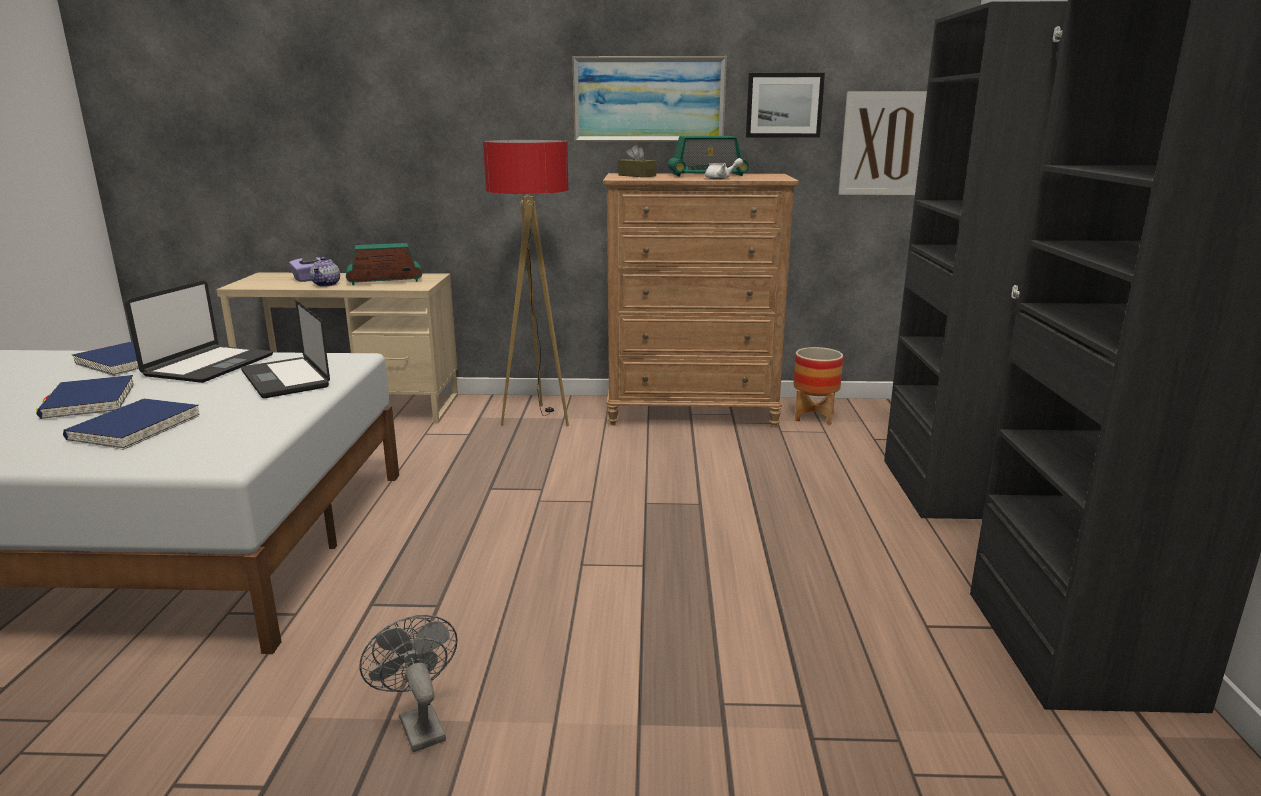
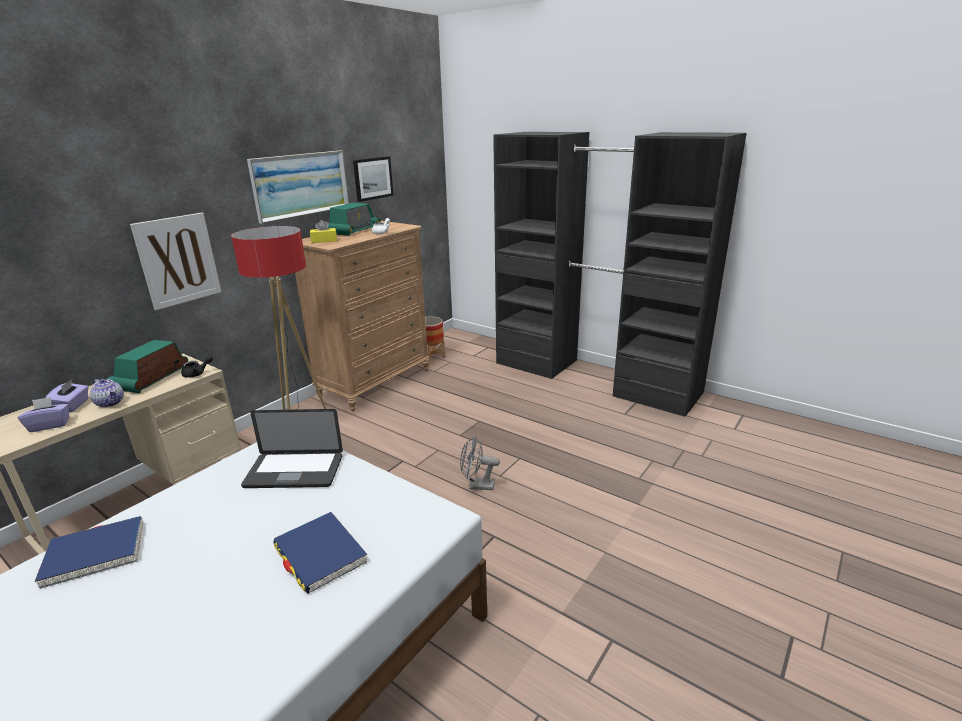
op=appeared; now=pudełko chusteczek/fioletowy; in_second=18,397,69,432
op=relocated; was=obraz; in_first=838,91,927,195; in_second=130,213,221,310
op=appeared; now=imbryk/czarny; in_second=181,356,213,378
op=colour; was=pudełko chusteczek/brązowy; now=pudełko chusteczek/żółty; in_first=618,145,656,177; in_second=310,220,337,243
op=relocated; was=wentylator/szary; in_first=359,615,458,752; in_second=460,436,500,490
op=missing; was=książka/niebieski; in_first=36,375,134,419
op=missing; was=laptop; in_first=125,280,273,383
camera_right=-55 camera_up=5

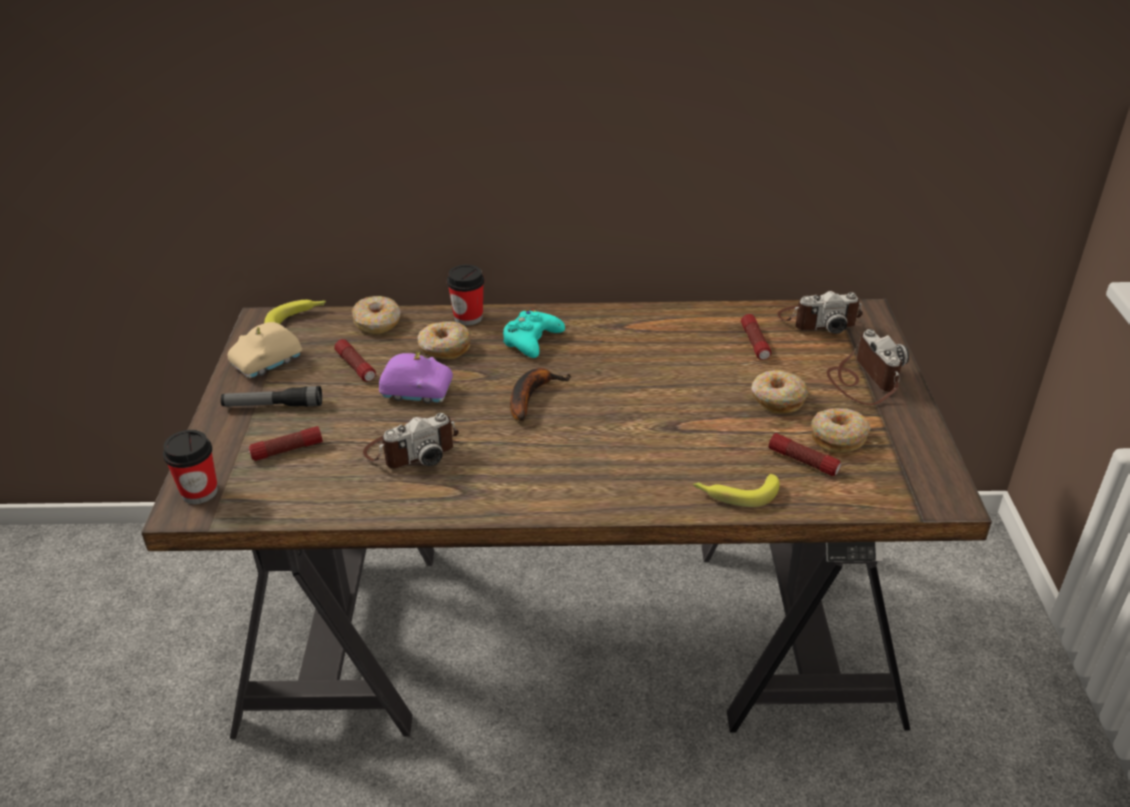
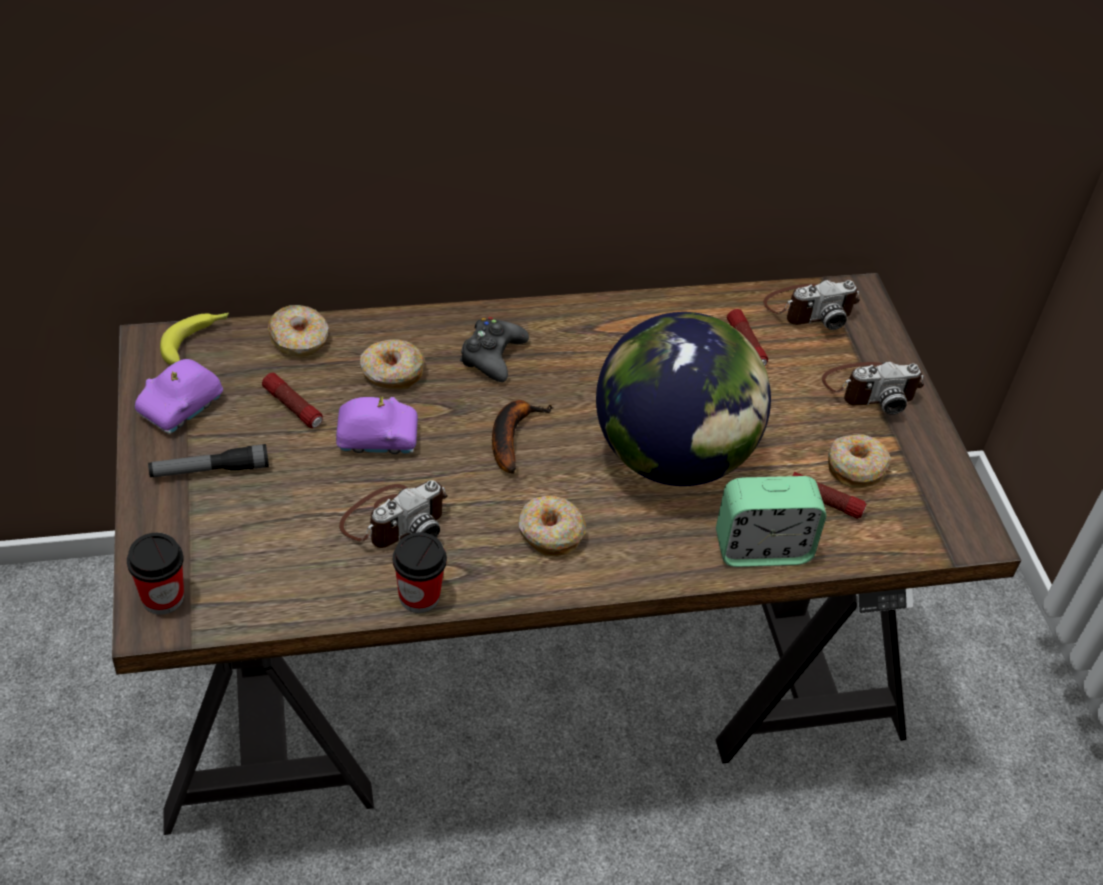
op=colour; was=samochodzik/beżowy; now=samochodzik/fioletowy; in_first=228,322,302,378; in_second=135,359,223,434
op=relocated; was=filiżanka; in_first=447,265,484,326; in_second=393,532,447,613
op=colour; was=pad do gier/turkusowy; now=pad do gier/czarny; in_first=503,309,565,358; in_second=460,317,529,382
op=relocated; was=donut; in_first=751,370,808,414; in_second=518,496,586,556
op=appeared; now=globus; in_second=596,312,771,486
op=exchanged; was=banan; now=budzik; in_first=693,474,780,507; in_second=716,476,827,567
op=spun; was=aparat fotograficzny; in_first=827,329,909,405; in_second=822,362,924,415; clockwise=105
op=missing; was=latarka; in_first=249,426,323,461
camera_right=-15 camera_up=10

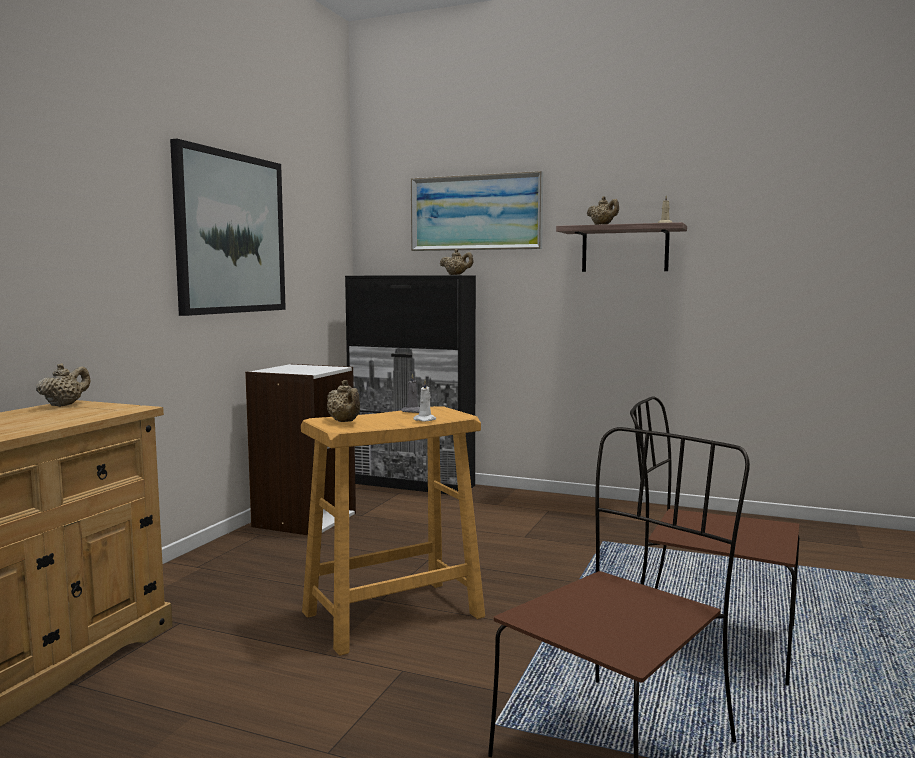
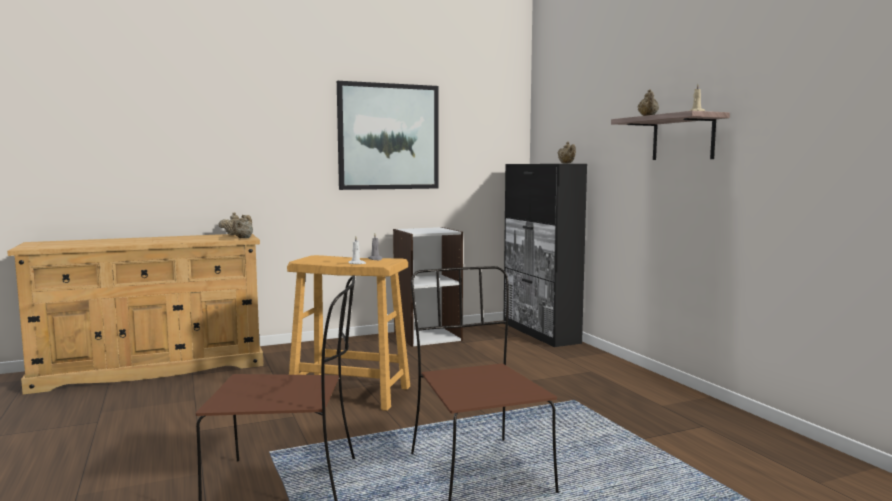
op=relocated; was=imbryk/beżowy; in_first=327,380,360,422; in_second=232,215,253,238
op=missing; was=obraz; in_first=411,171,543,251
camera_right=45 camera_up=0

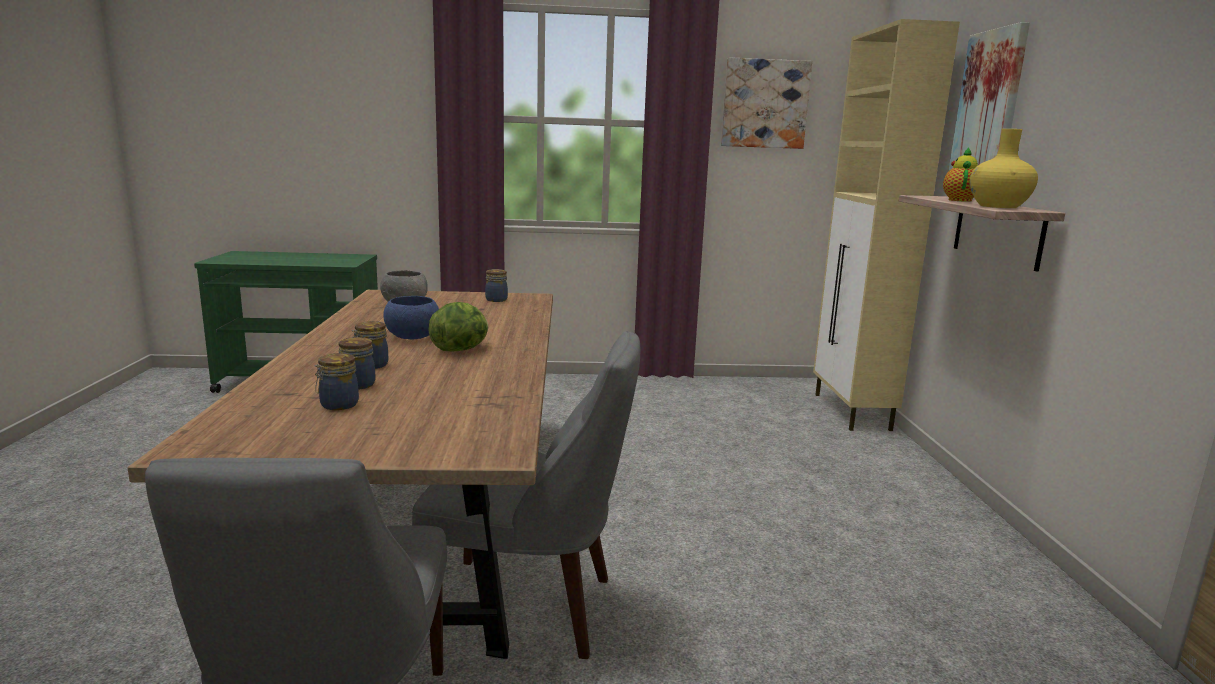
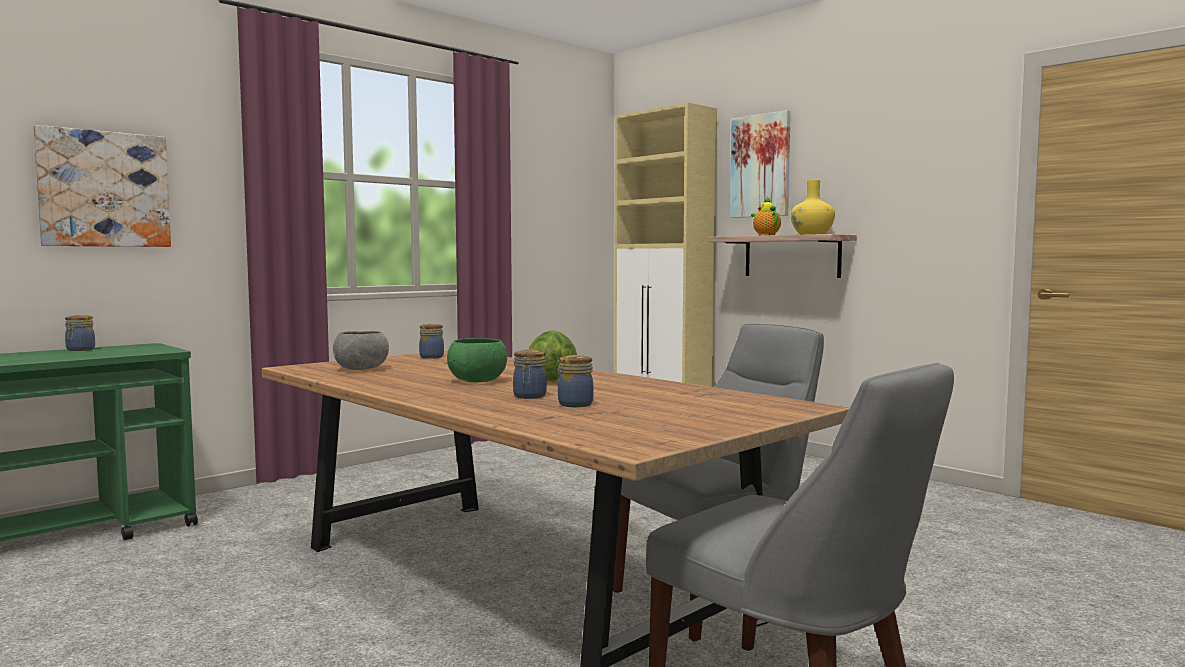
op=relocated; was=obraz; in_first=721,57,812,149; in_second=33,125,171,247
op=relocated; was=słoik; in_first=315,353,359,410; in_second=65,315,95,351
op=colour; was=miska/niebieski; now=miska/zielony; in_first=383,296,439,339; in_second=447,338,507,383
camera_right=-40 camera_up=-10

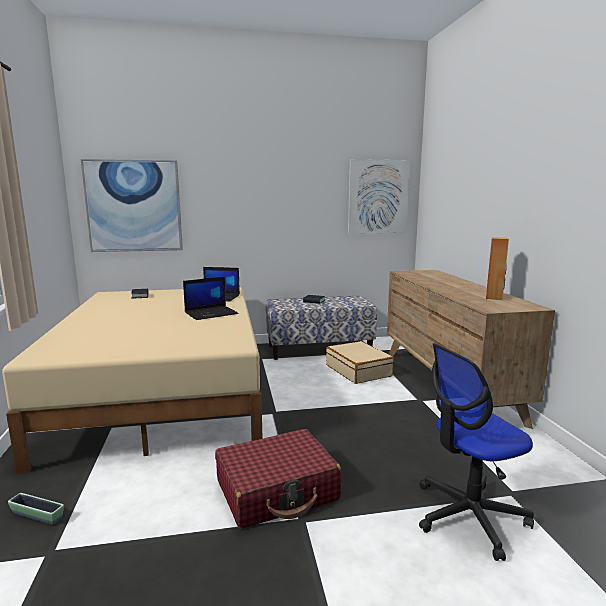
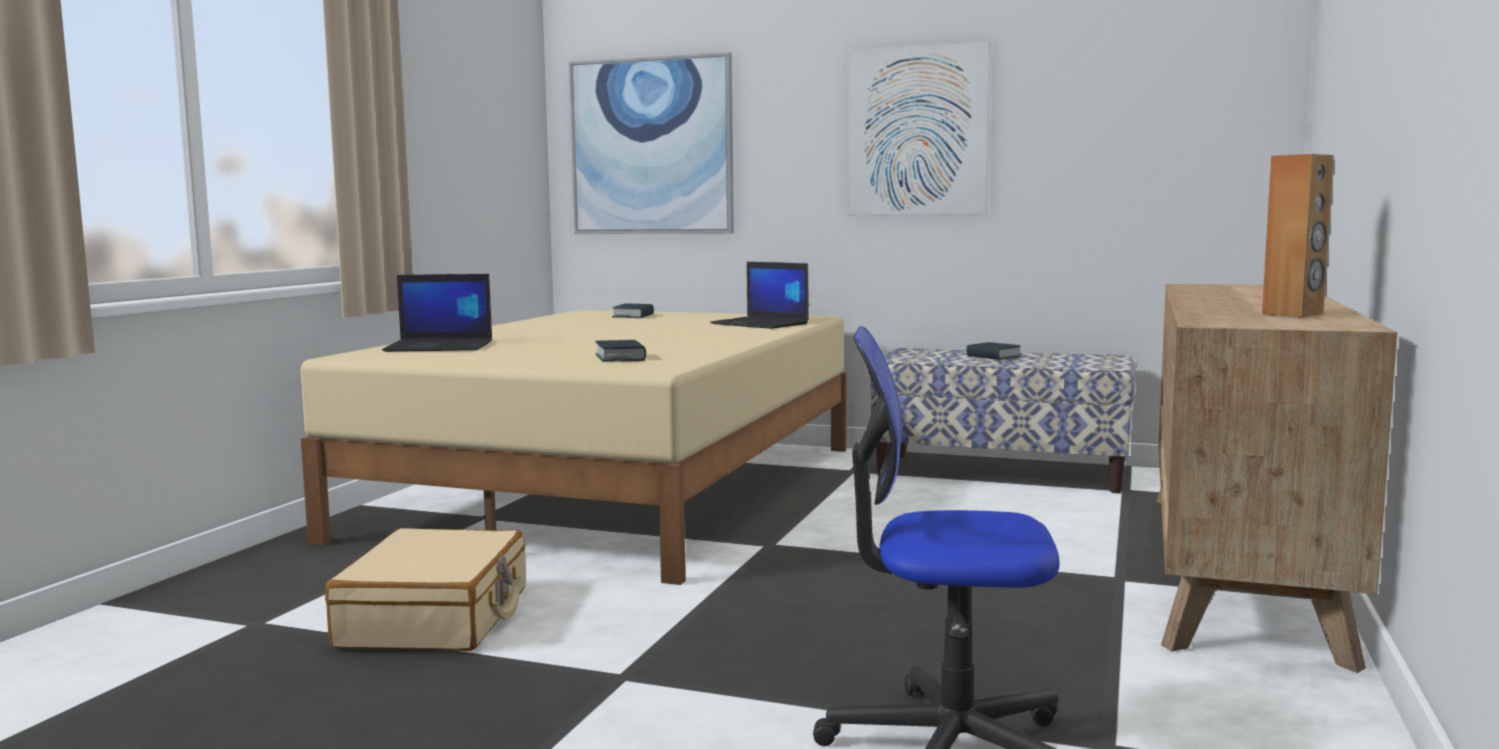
op=relocated; was=walizka/beżowy; in_first=326,341,394,384; in_second=325,528,526,651
op=relocated; was=laptop; in_first=183,277,239,320; in_second=382,274,492,352
op=appeared; now=książka; in_second=595,340,646,362
op=relocated; was=obraz; in_first=348,159,410,234; in_second=847,42,991,215
op=missing; was=donica; in_first=8,493,64,525
op=missing; was=walizka/czerwony; in_first=215,429,341,529
camera_right=30 camera_up=-5

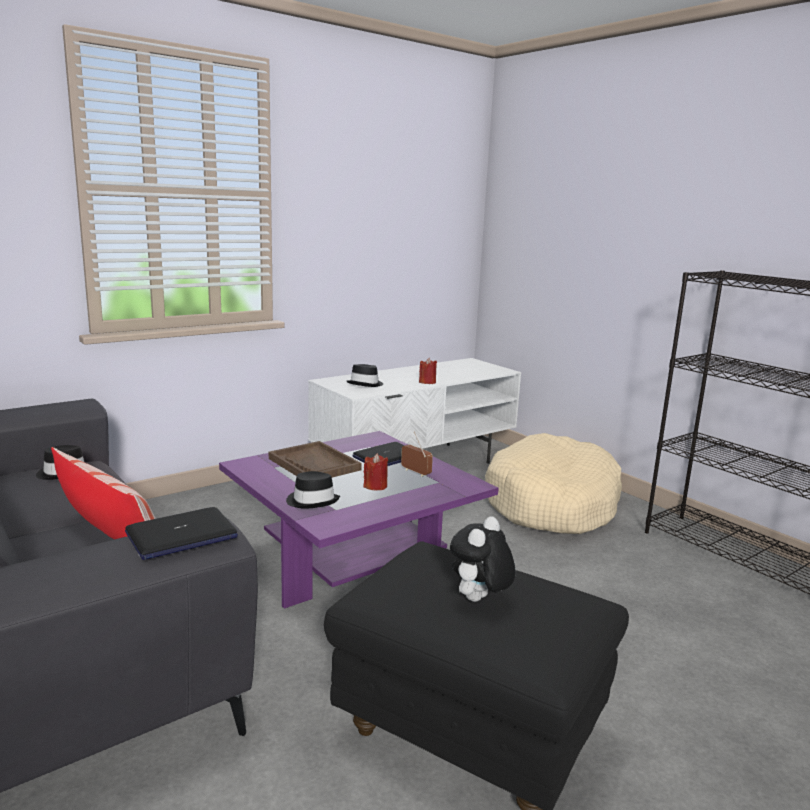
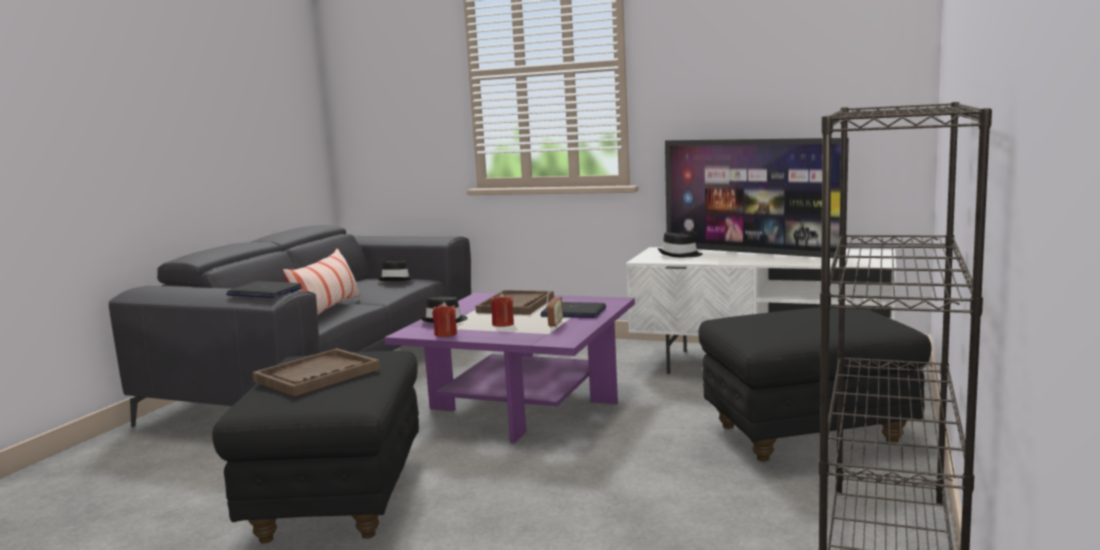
op=exchanged; was=pluszak; now=taca/brązowy; in_first=450,516,516,602; in_second=253,348,380,397
op=relocated; was=świeca/czerwony; in_first=419,358,437,384; in_second=432,302,457,337
op=appeared; now=telewizor; in_second=665,138,849,259
op=exchanged; was=legowisko/beżowy; now=pufa/czarny; in_first=485,433,622,534; in_second=698,305,931,462
camera_right=60 camera_up=-5

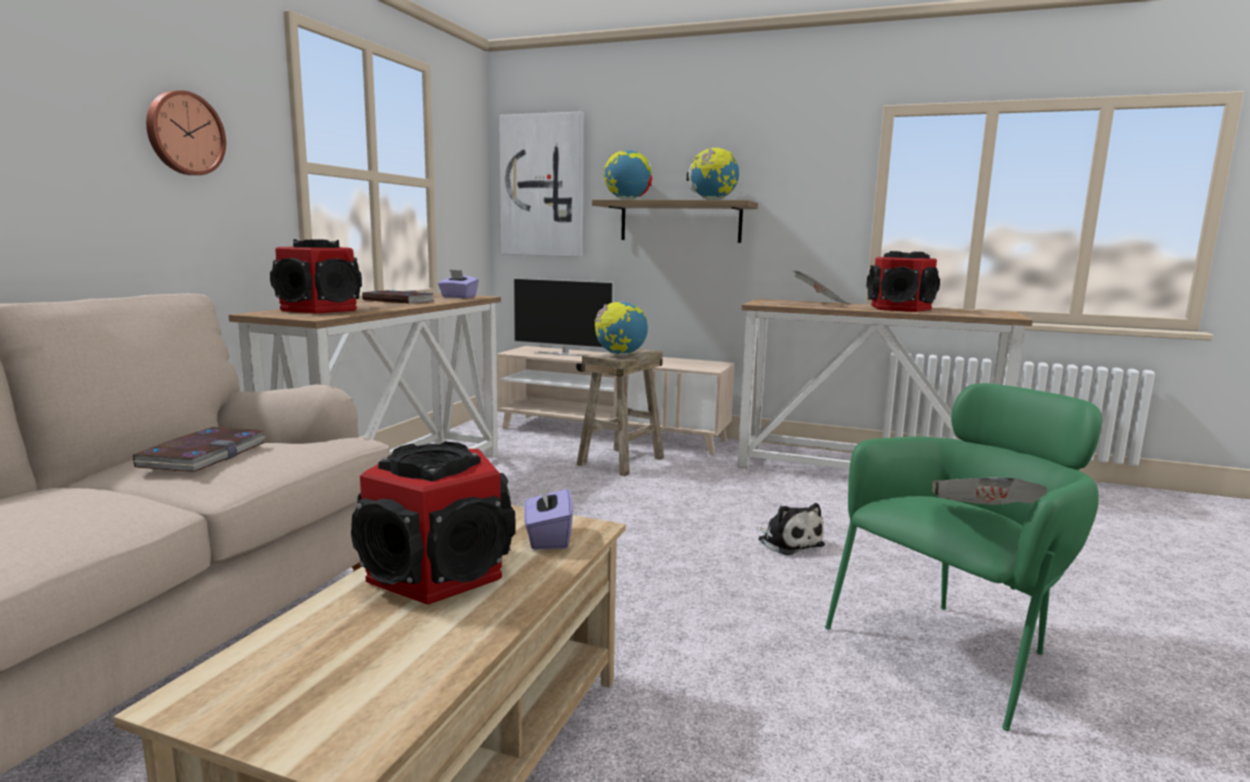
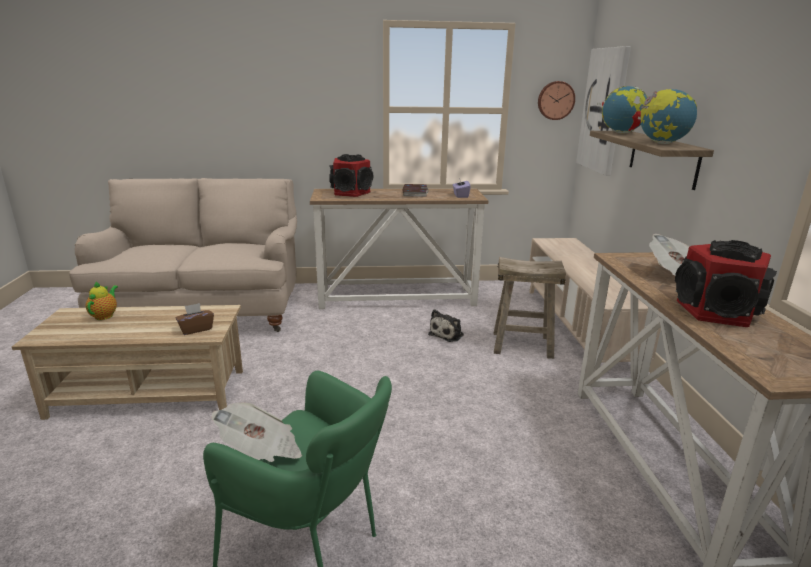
op=appeared; now=imbryk; in_second=86,281,118,320
op=colour; was=pudełko chusteczek/fioletowy; now=pudełko chusteczek/brązowy; in_first=524,481,573,550; in_second=175,303,214,335
op=relocated; was=pluszak; in_first=756,503,825,556; in_second=428,309,464,342
op=relocated; was=zegar ścienny; in_first=146,90,226,175; in_second=538,81,575,120
op=missing; was=książka; in_first=132,427,266,472
op=missing; was=głośnik; in_first=351,442,516,605
op=missing; was=telewizor; in_first=513,278,614,356
op=missing; was=globus; in_first=594,302,648,356
camera_right=65 camera_up=10

